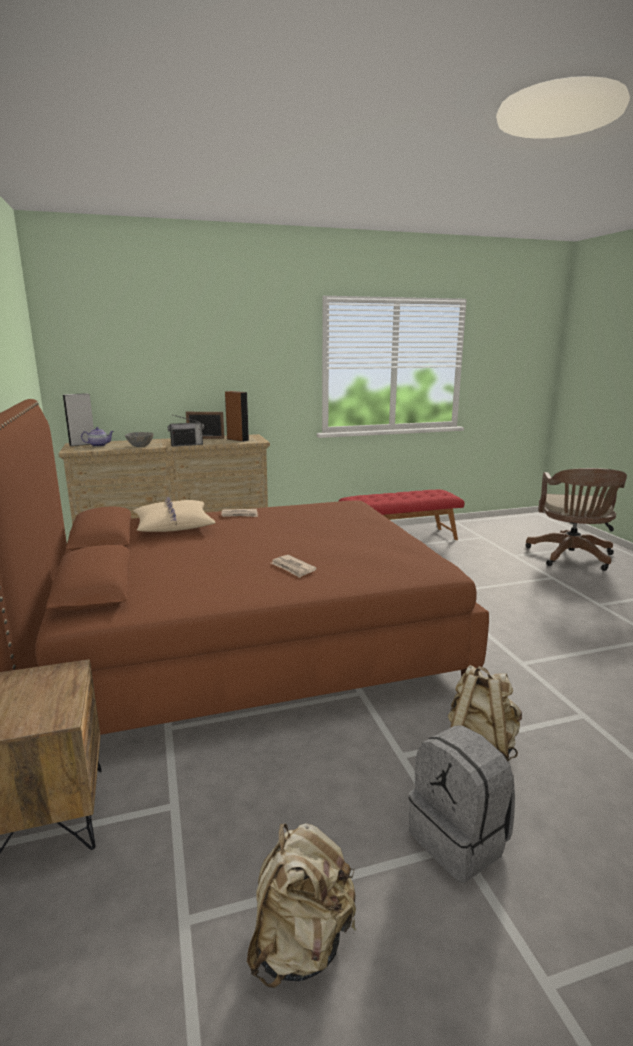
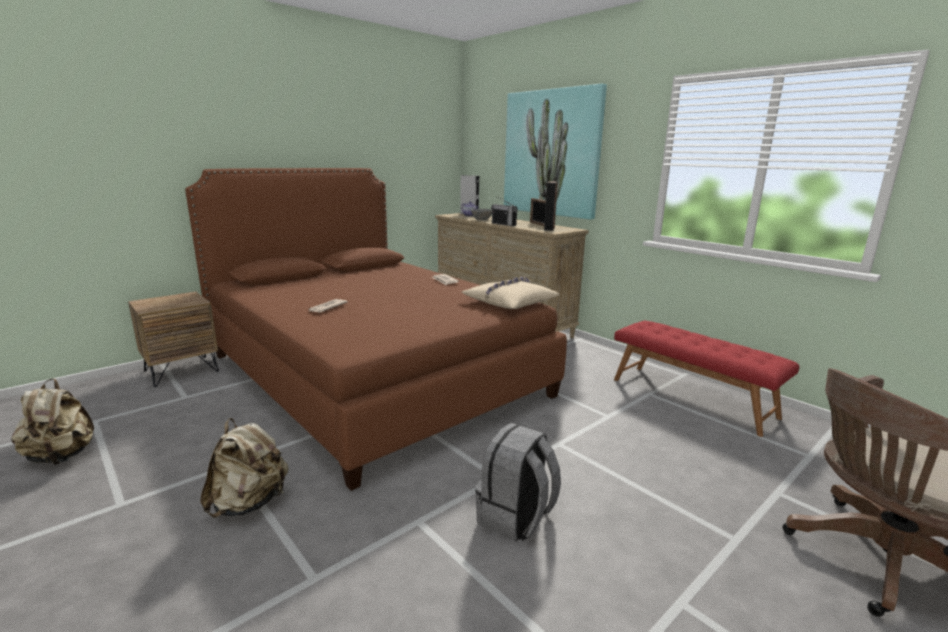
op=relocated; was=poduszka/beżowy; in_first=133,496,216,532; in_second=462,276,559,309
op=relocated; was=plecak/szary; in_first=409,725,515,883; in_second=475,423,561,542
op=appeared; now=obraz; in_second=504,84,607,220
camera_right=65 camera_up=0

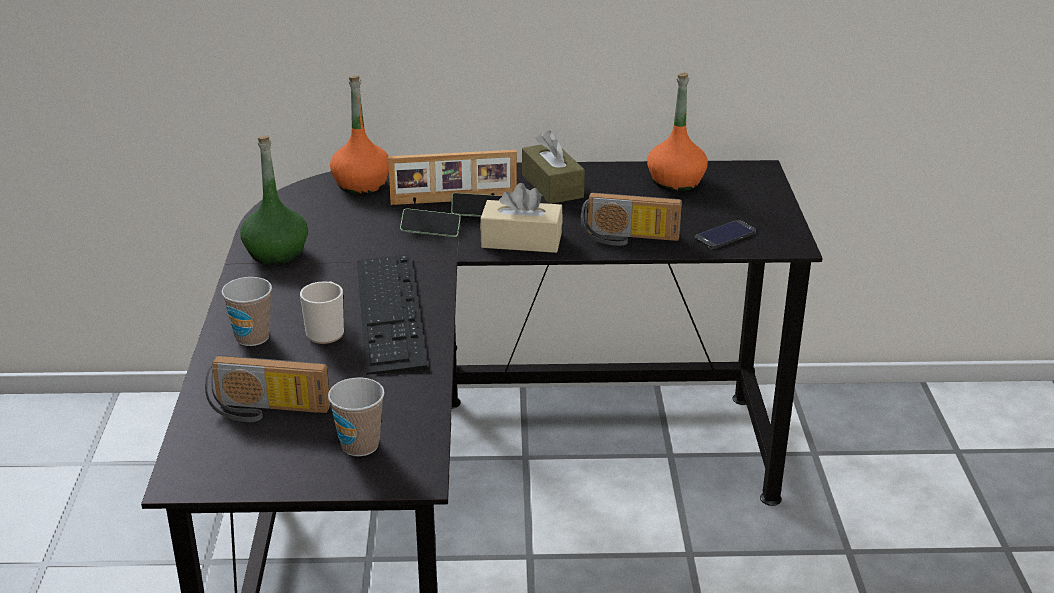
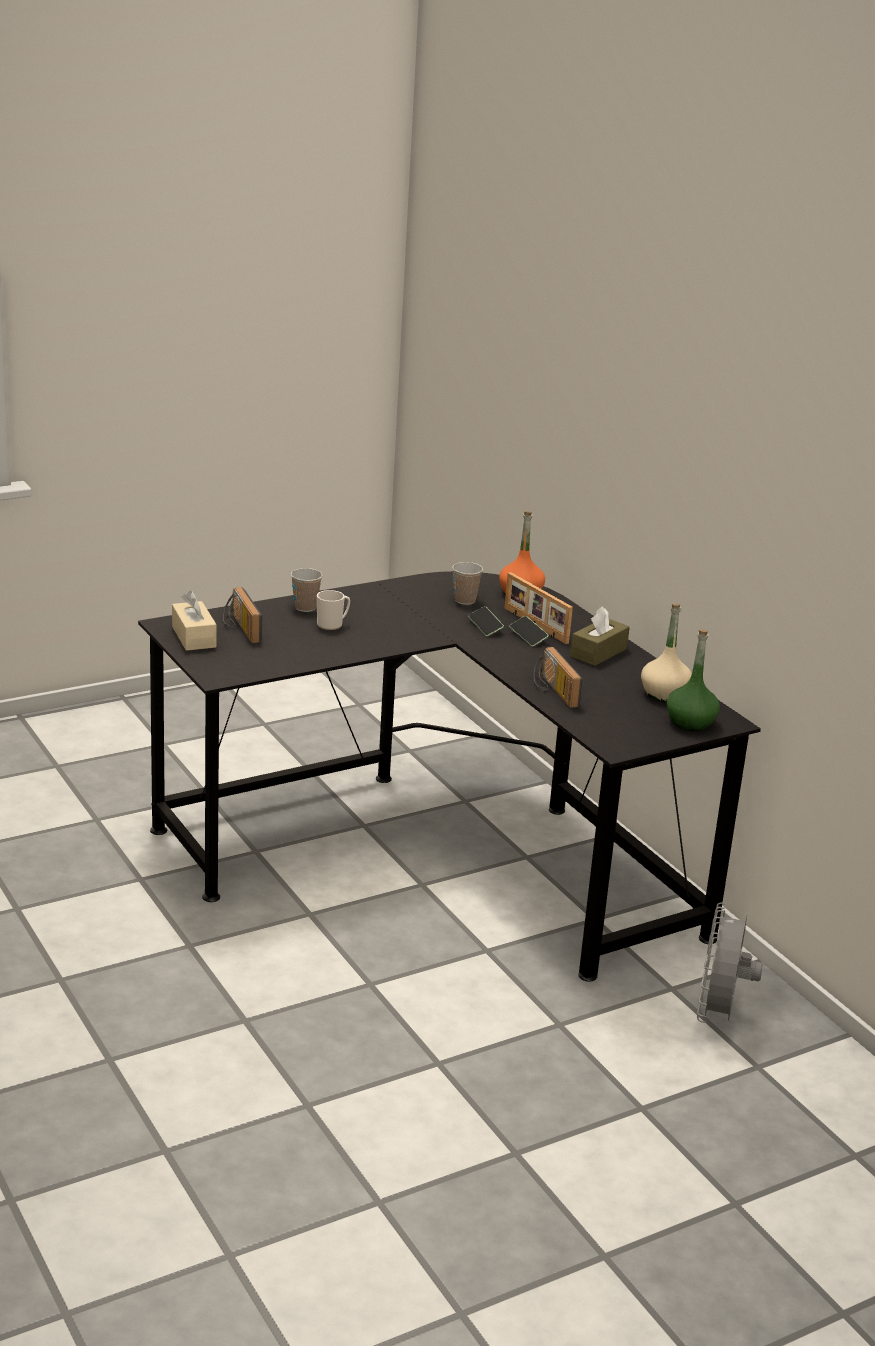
op=relocated; was=pudełko chusteczek/beżowy; in_first=480,183,563,253; in_second=172,591,217,651
op=relocated; was=filiżanka; in_first=328,377,385,457; in_second=452,562,483,605
op=colour; was=butelka/pomarańczowy; now=butelka/beżowy; in_first=647,73,708,191; in_second=641,604,692,702
op=relocated; was=butelka/zielony; in_first=240,135,308,265; in_second=666,630,720,731
op=appeared; now=wentylator/szary; in_second=697,902,763,1023
op=missing; was=klawiatura; in_first=357,254,428,375
op=missing; was=telefon; in_first=695,220,756,249
camera_right=60 camera_up=-5

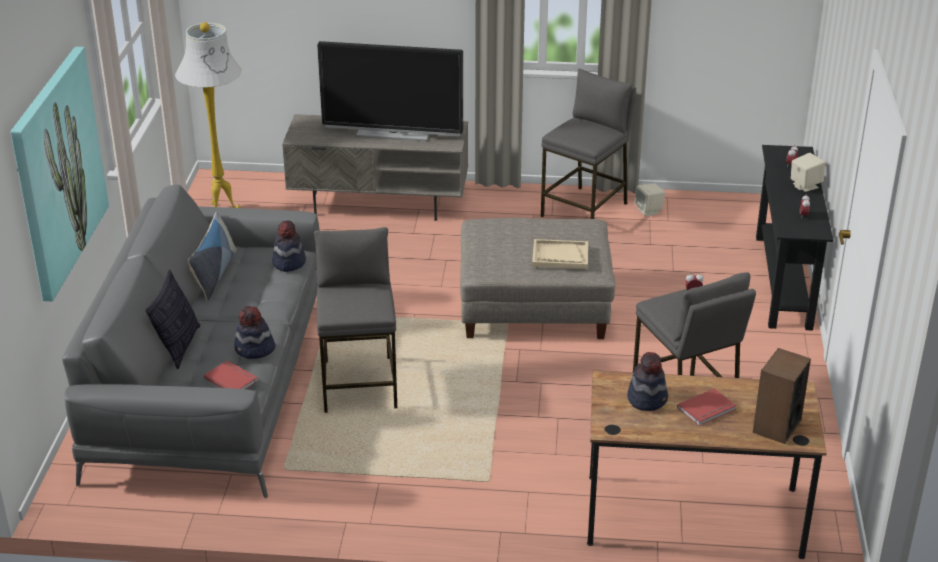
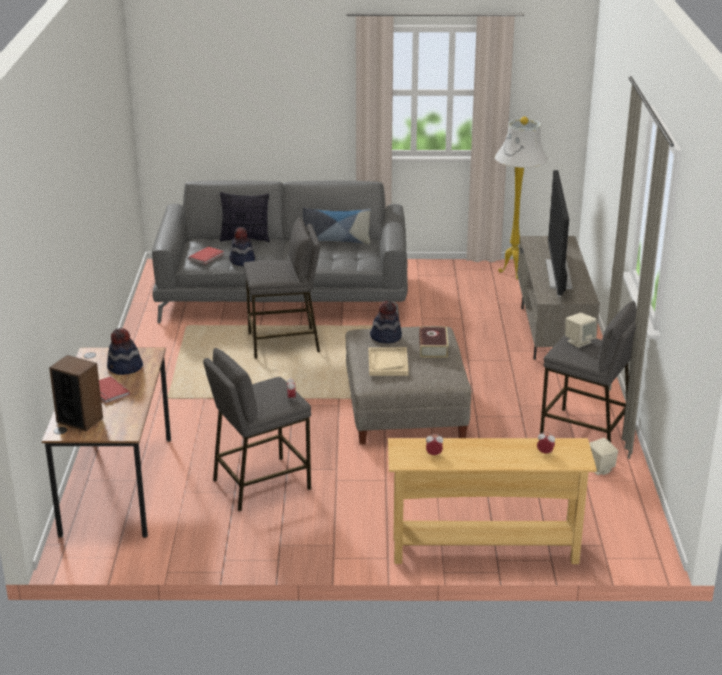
op=relocated; was=kapelusz; in_first=272,220,306,272; in_second=370,301,402,344
op=colour; was=stolik konsolowy/czarny; now=stolik konsolowy/beżowy; in_first=756,145,833,331; in_second=388,438,597,564
op=appeared; now=książka; in_second=419,327,448,358
op=relocated; was=głośnik/beżowy; in_first=791,153,825,192; in_second=565,313,597,348
op=missing; was=obraz; in_first=10,47,109,302
camera_right=85 camera_up=-5

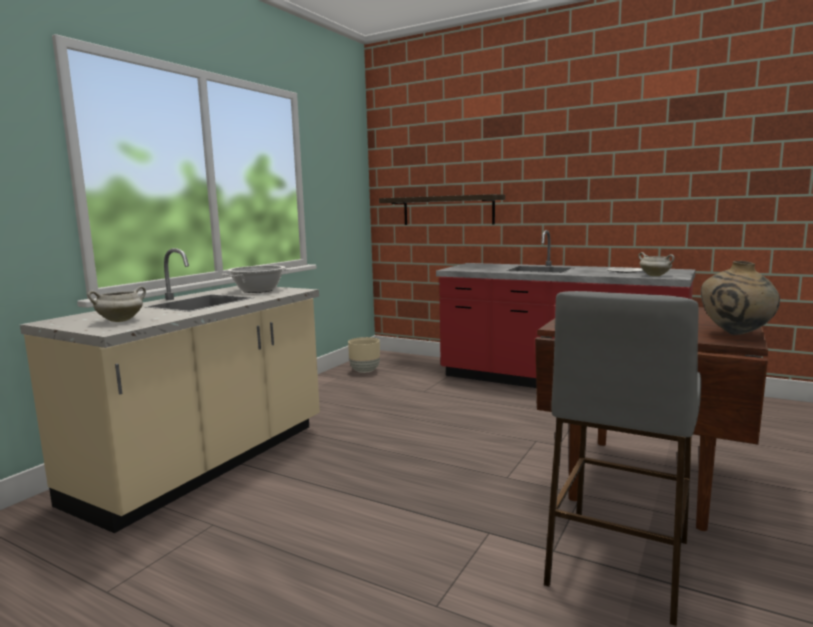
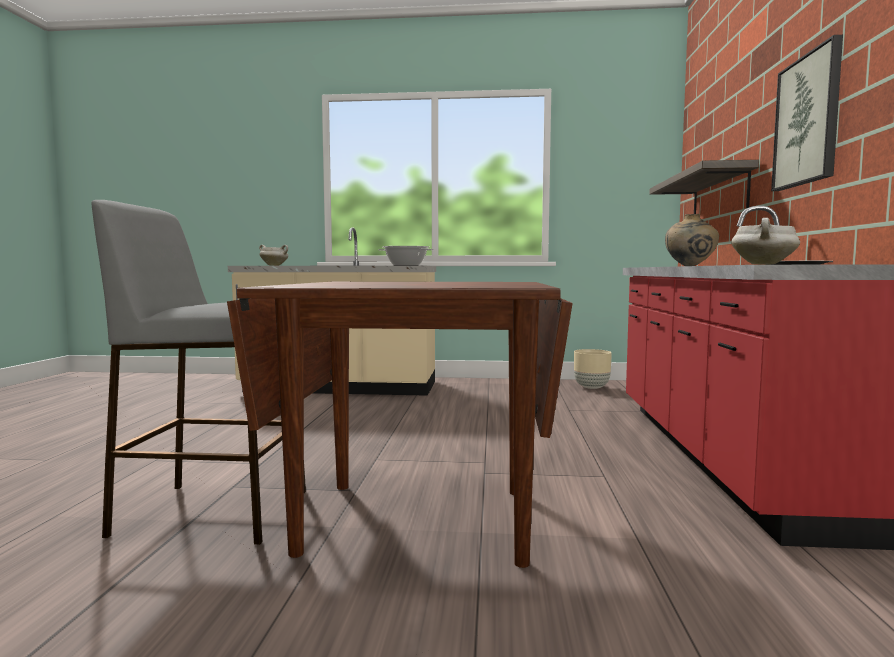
op=relocated; was=wazon/beżowy; in_first=701,261,780,335; in_second=665,214,719,266
op=appeared; now=obraz; in_second=771,35,843,191
camera_right=65 camera_up=-5

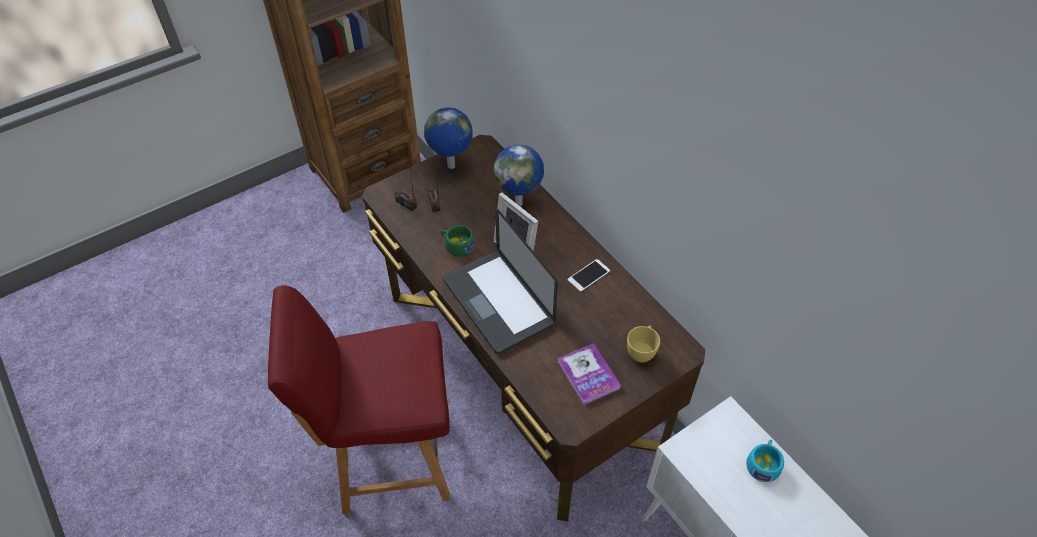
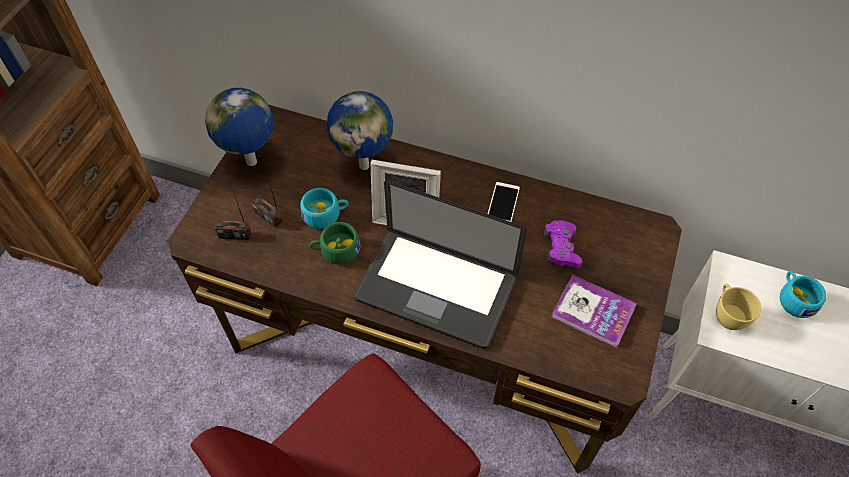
op=appeared; now=filiżanka/turkusowy; in_second=301,188,349,229
op=appeared; now=pad do gier/fioletowy; in_second=543,220,582,268
op=relocated; was=filiżanka/żółty; in_first=627,325,660,362; in_second=716,284,761,330
camera_right=-35 camera_up=5

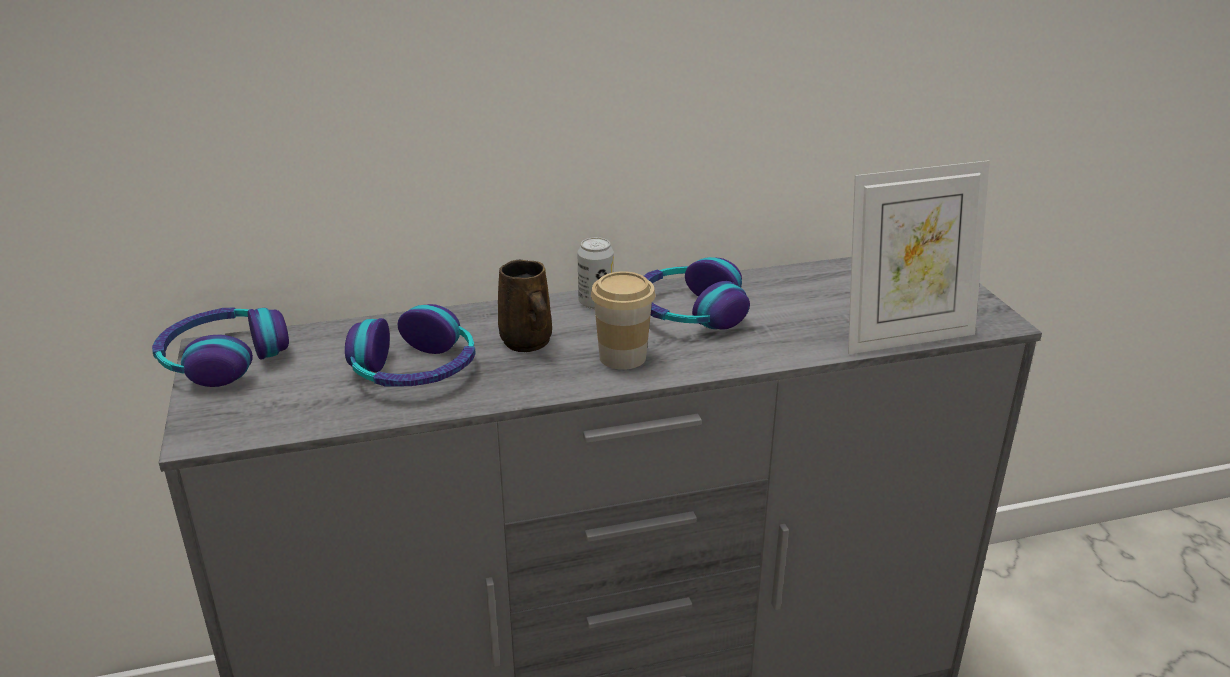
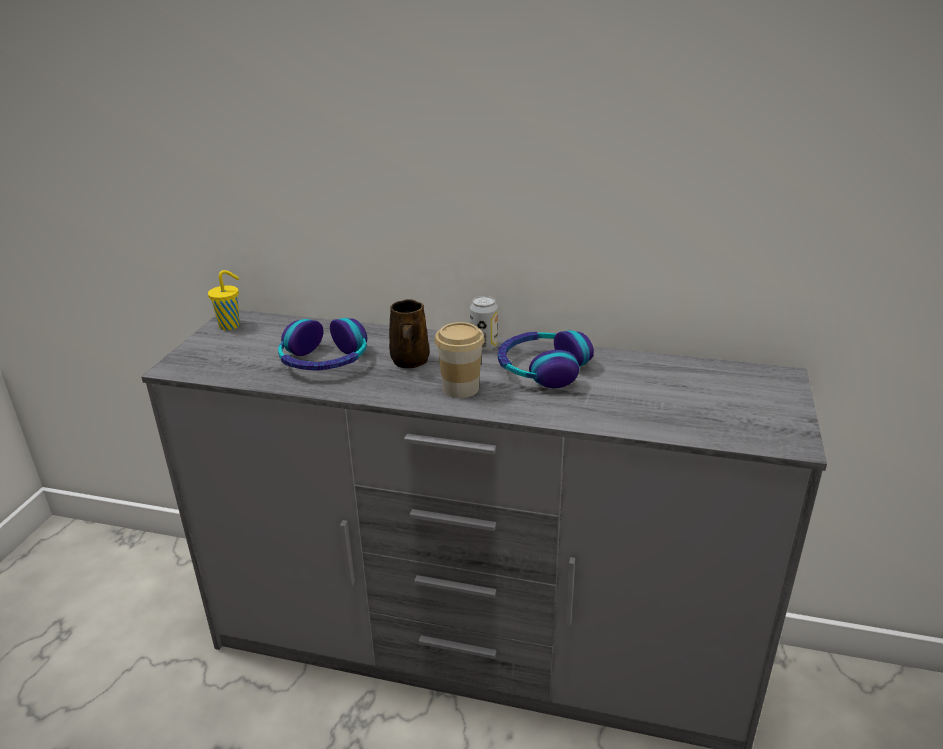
op=exchanged; was=słuchawki; now=filiżanka/żółty; in_first=152,307,289,387; in_second=208,270,240,330
op=missing; was=ramka na zdjęcie; in_first=848,160,990,354
camera_right=30 camera_up=0

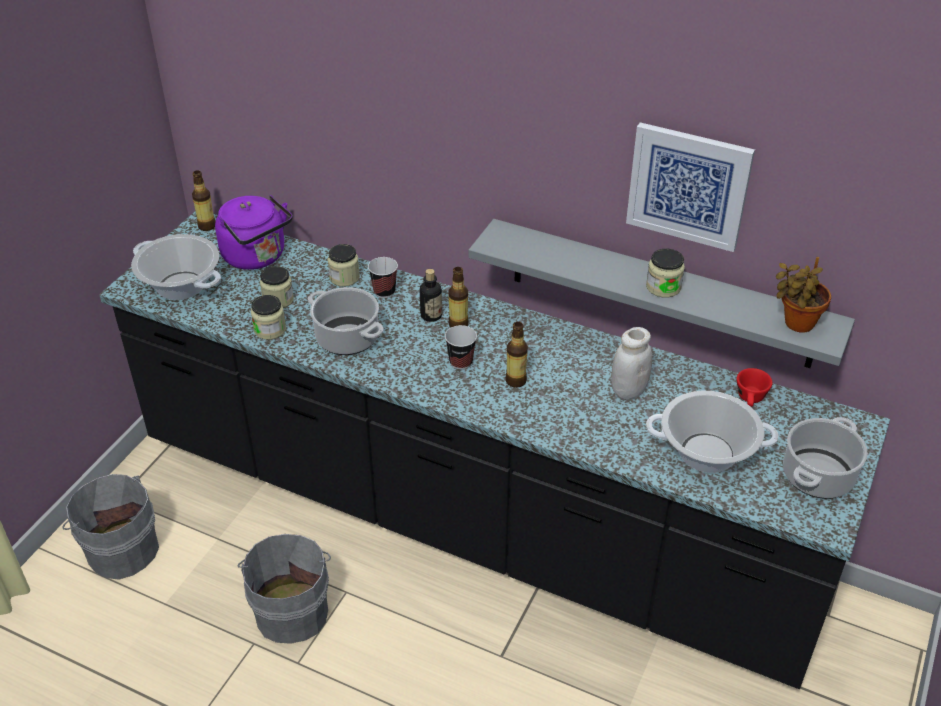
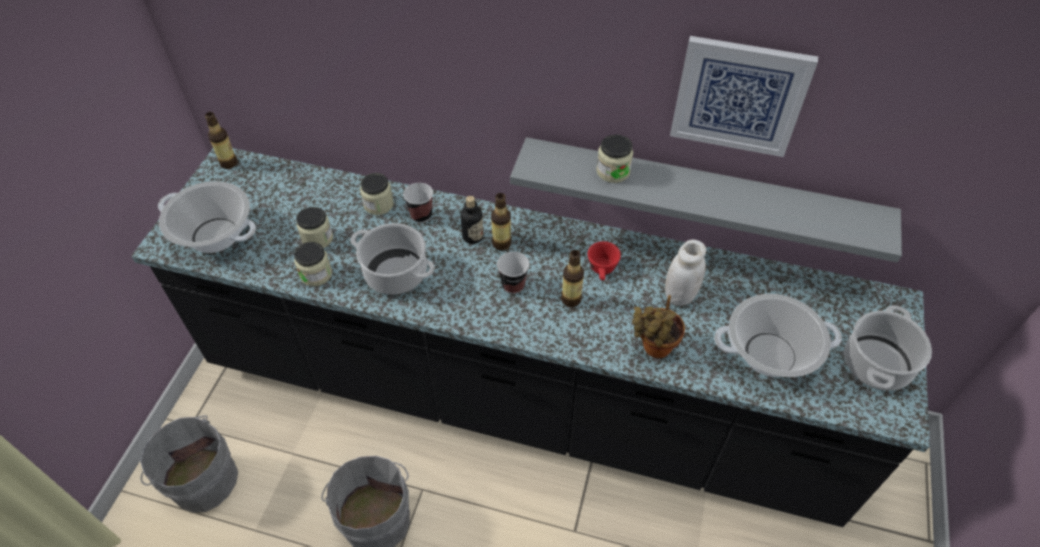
op=relocated; was=filiżanka/czerwony; in_first=737,368,773,407; in_second=588,241,621,281
op=relocated; was=słoik; in_first=646,249,685,298; in_second=596,135,633,183
op=relocated; was=roślina doniczkowa; in_first=776,257,831,333; in_second=632,295,685,358
op=missing; was=czajnik/fioletowy; in_first=215,195,293,270
camera_right=-10 camera_up=10

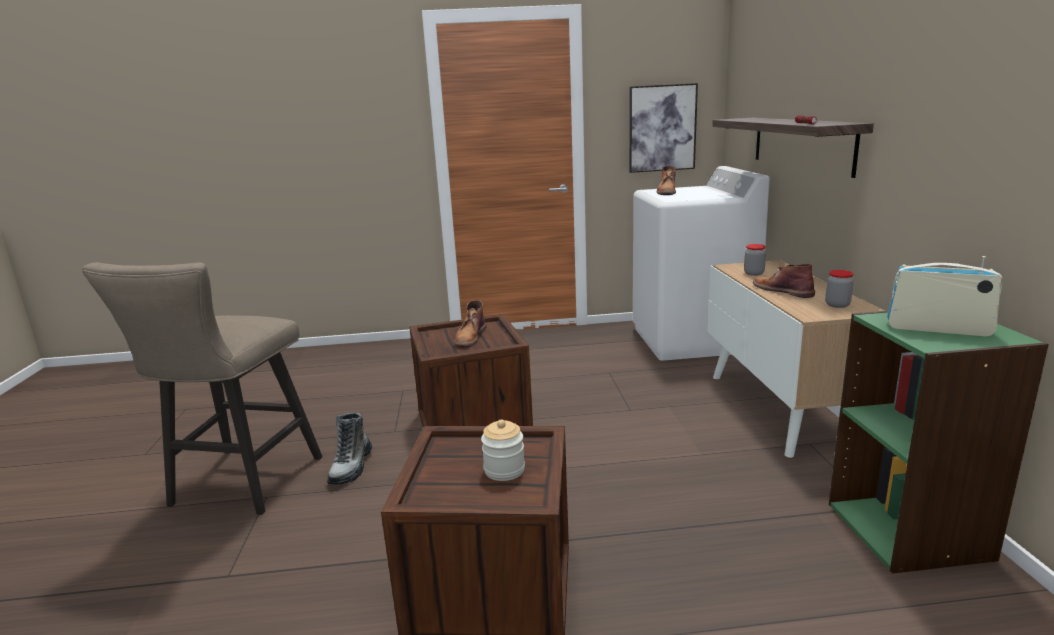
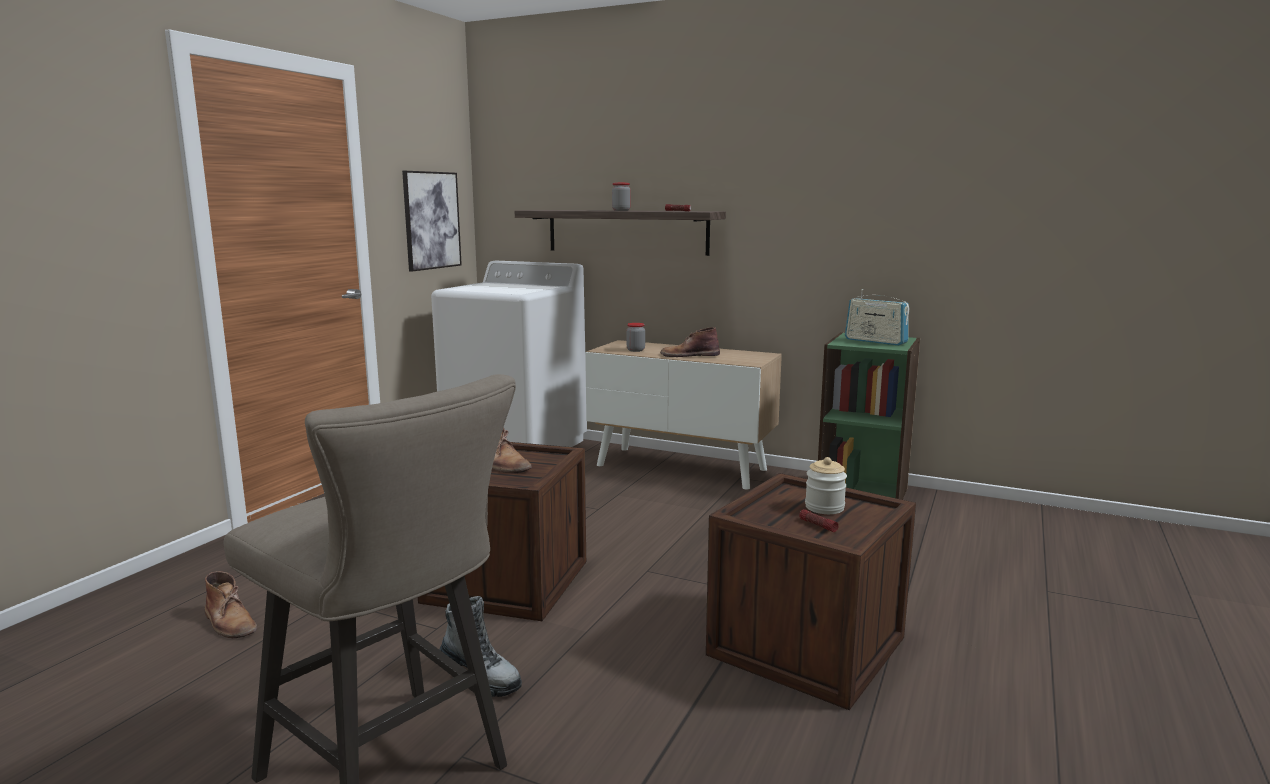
op=relocated; was=but z cholewką/brązowy; in_first=657,166,676,195; in_second=205,571,257,638
op=relocated; was=słoik; in_first=825,270,854,308; in_second=612,183,631,211
op=appeared; now=latarka; in_second=799,509,839,532
op=spun; was=radio; in_first=887,256,1003,336; in_second=845,289,909,346; clockwise=-105
camera_right=-60 camera_up=-5

